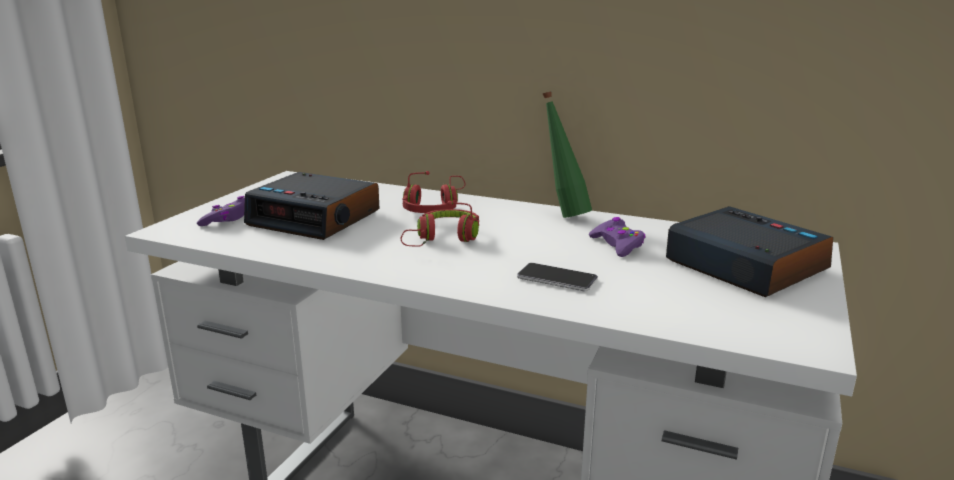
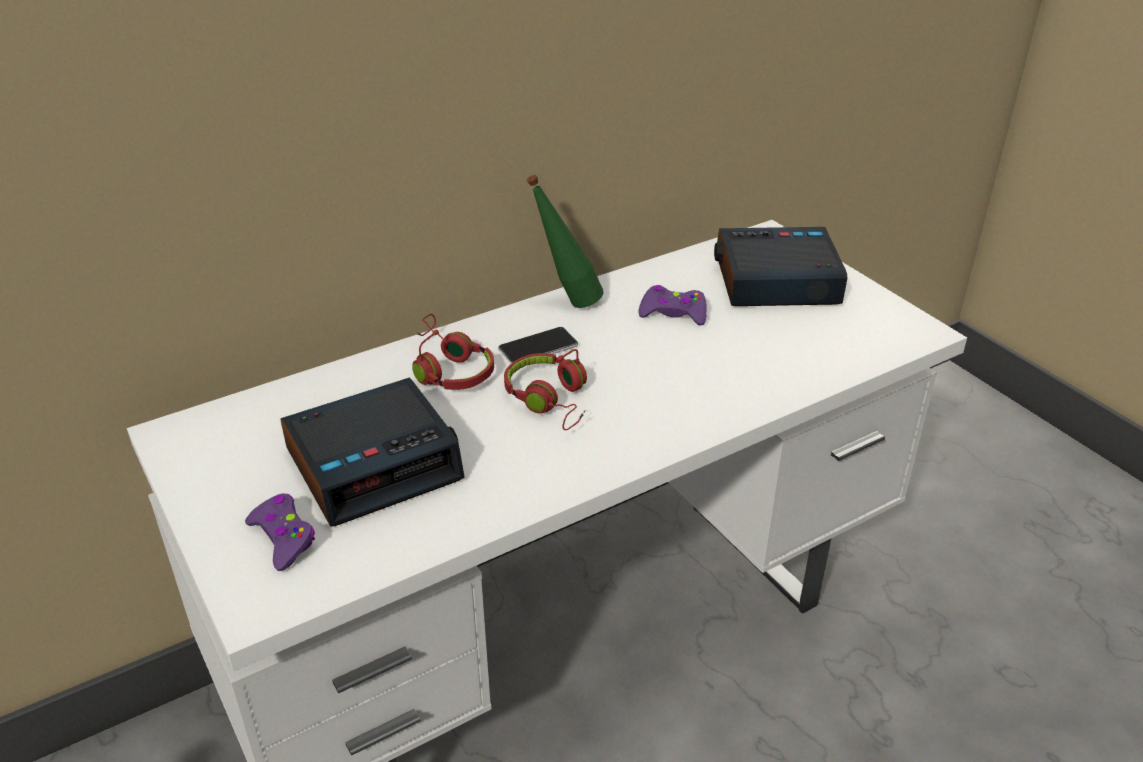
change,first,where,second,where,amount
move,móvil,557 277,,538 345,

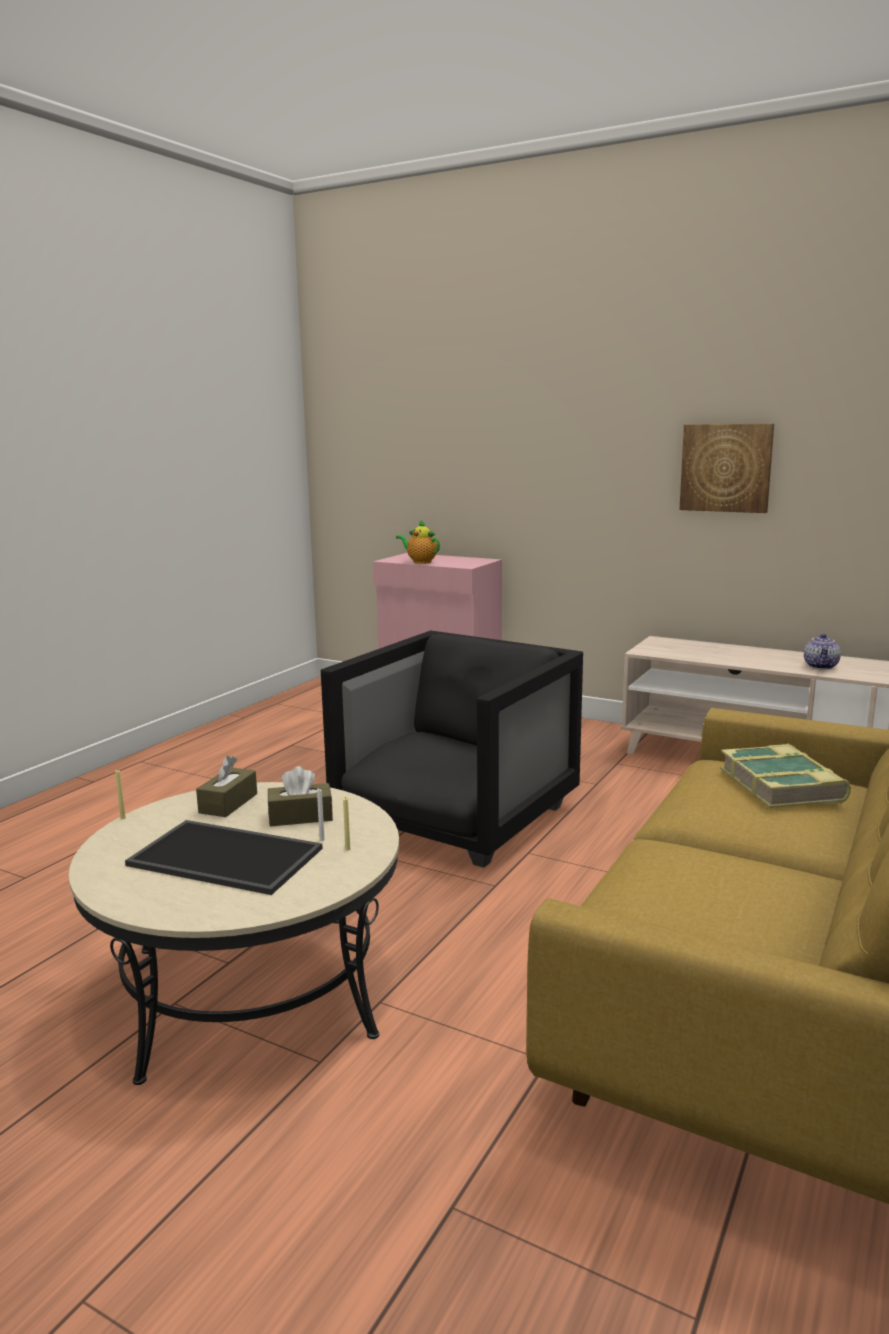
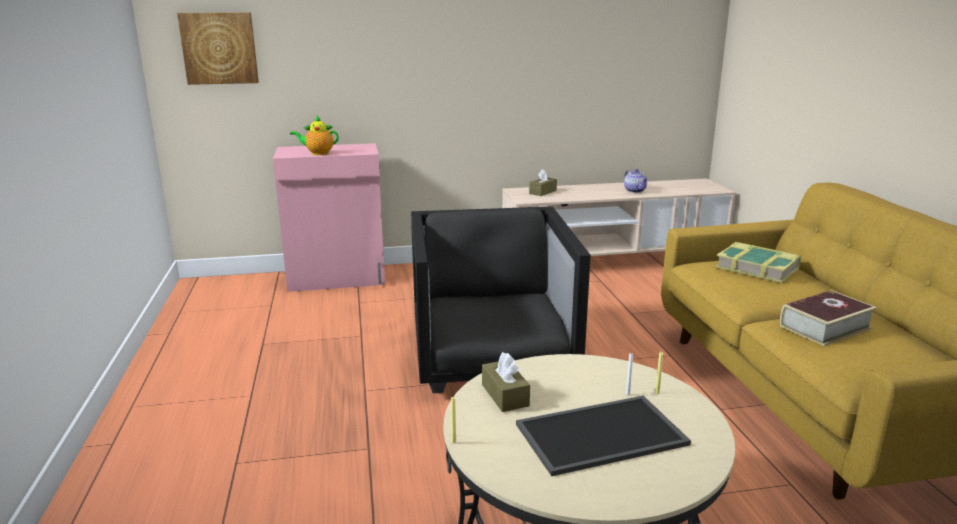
change,first,where,second,where,amount
insert,,,libro,828 318,
move,caja de pañuelos [marrón],300 796,,543 182,
move,cuadro,726 468,,218 48,

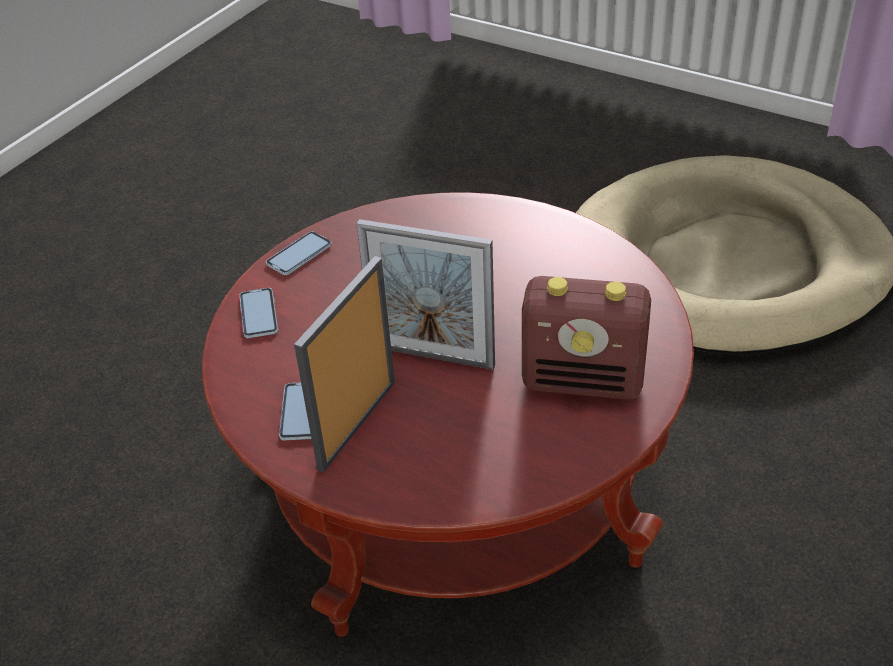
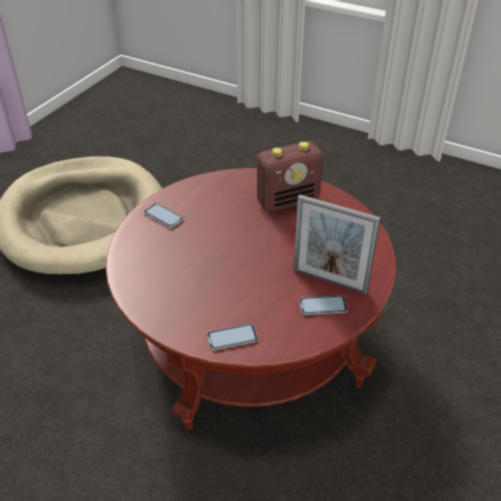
change,first,where,second,where,amount
delete,portarretratos,425 294,,,
move,móvil,299 253,,164 215,
rotate,radio,586 338,,290 176,60 degrees clockwise

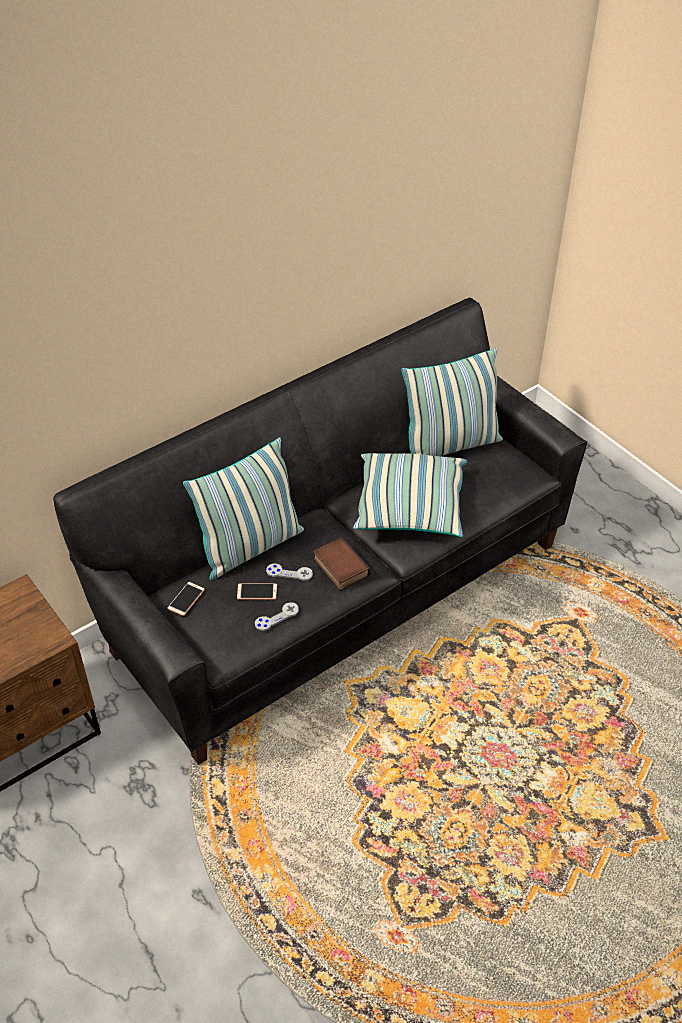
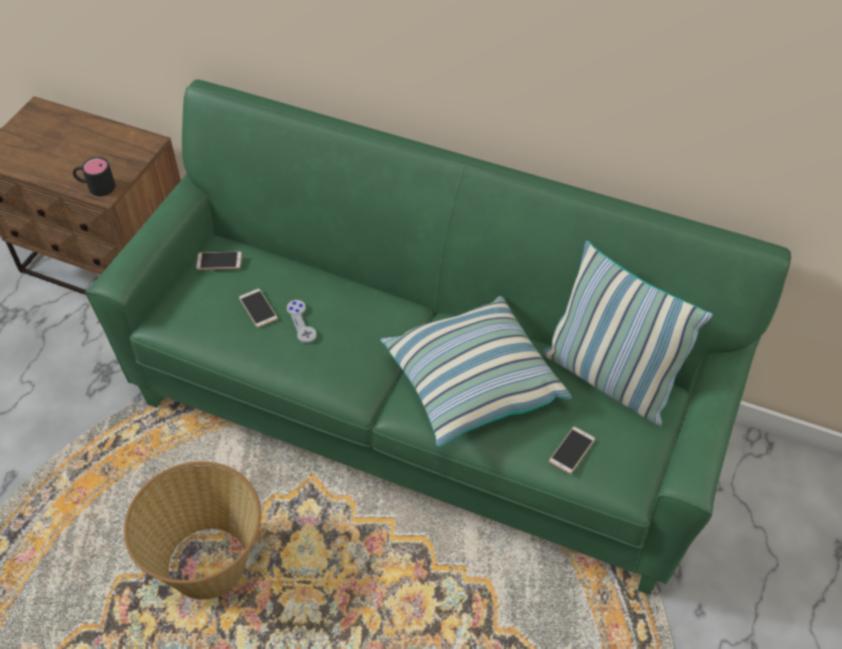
change,first,where,second,where,amount
delete,cojín,243 509,,,
delete,mando de consola [gris],277 616,,,
delete,libro,342 563,,,
insert,,,taza grande [negro],94 176,
insert,,,cesta,192 530,
insert,,,móvil,572 450,
recolor,sofá [negro],320 531,sofá [verde],438 337,

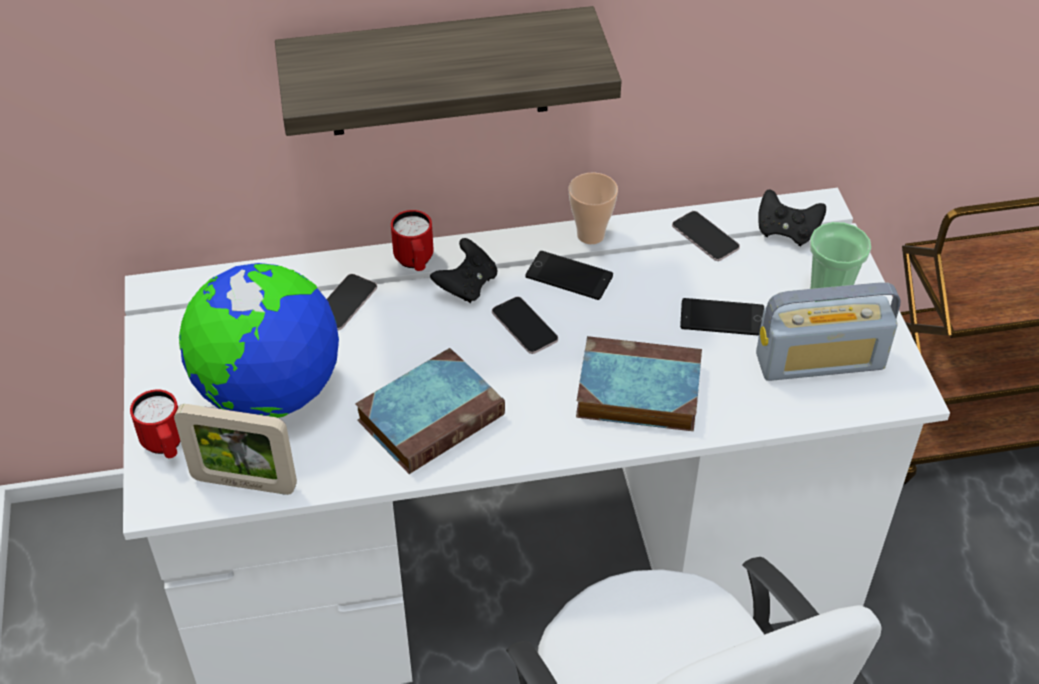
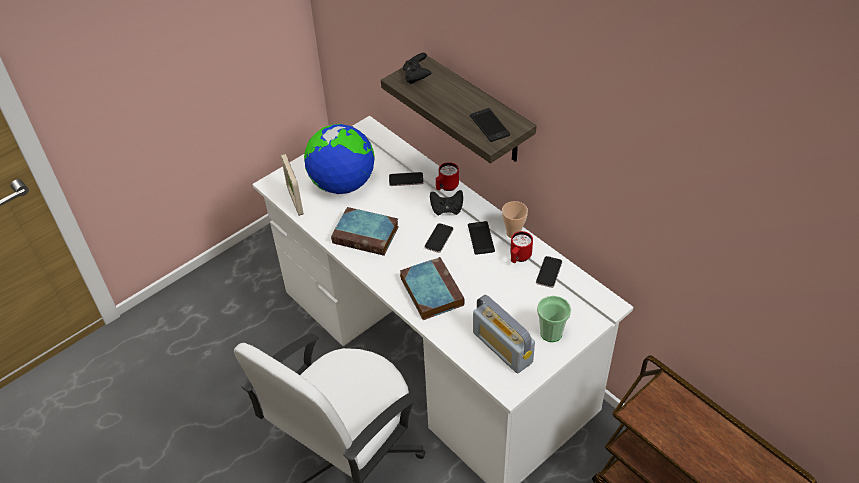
change,first,where,second,where,amount
move,taza grande [rojo],155 424,,521 247,
move,móvil,722 317,,490 125,
move,mando de consola [negro],792 217,,417 68,

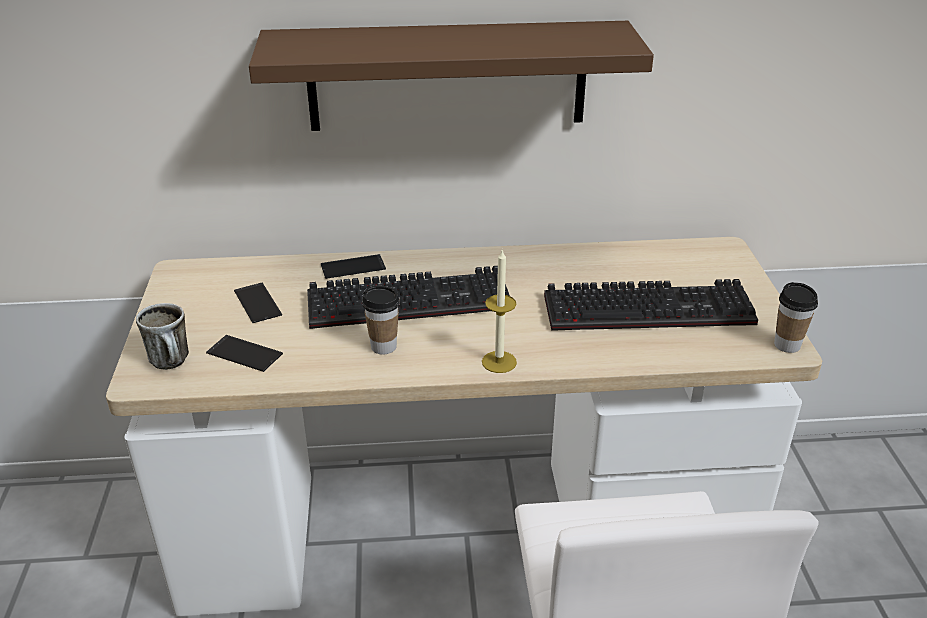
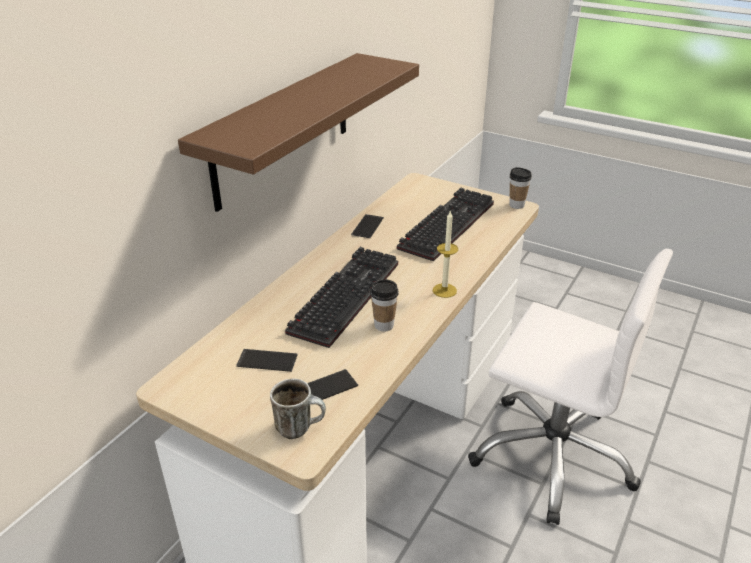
change,first,where,second,where,amount
move,móvil,353 266,,367 226,

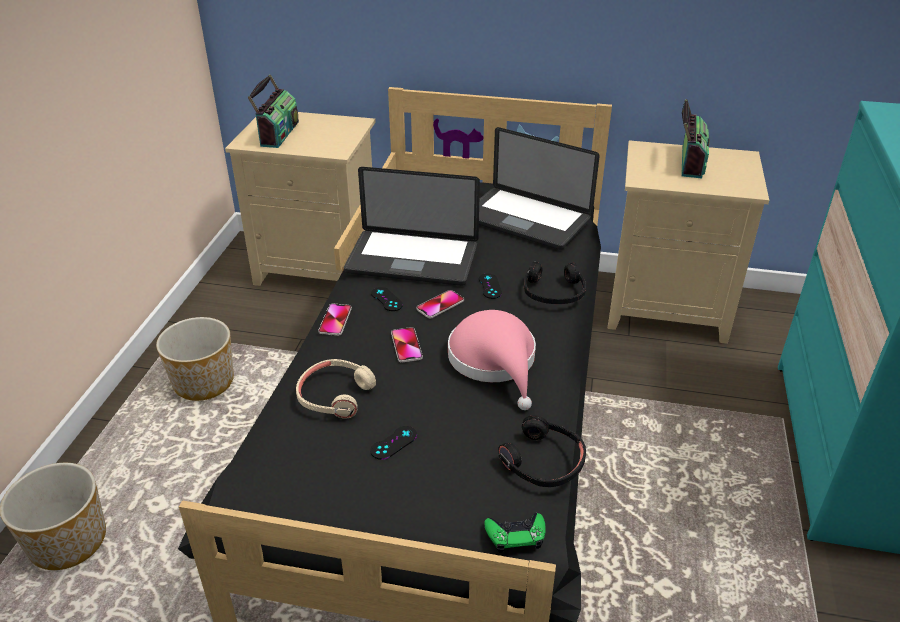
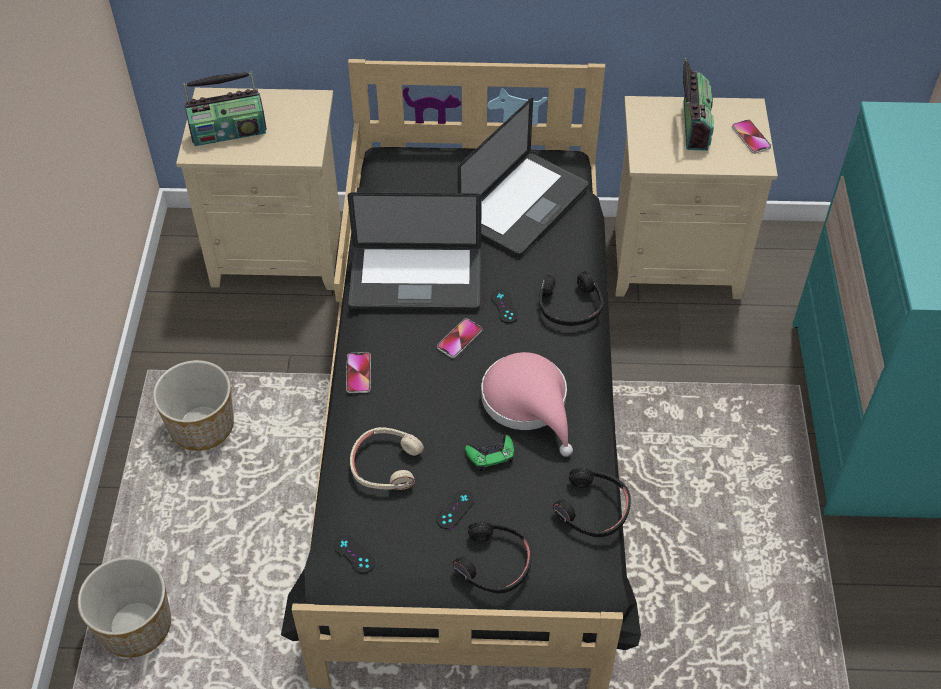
change,first,where,second,where,amount
insert,,,auriculares [negro],492 558,
move,mando de consola [negro],387 299,,354 554,
move,móvil,407 344,,751 137,
move,mando de consola [verde],515 533,,489 453,
rotate,radio,273 111,,224 108,75 degrees clockwise
rotate,portátil,539 188,,522 177,75 degrees counterclockwise

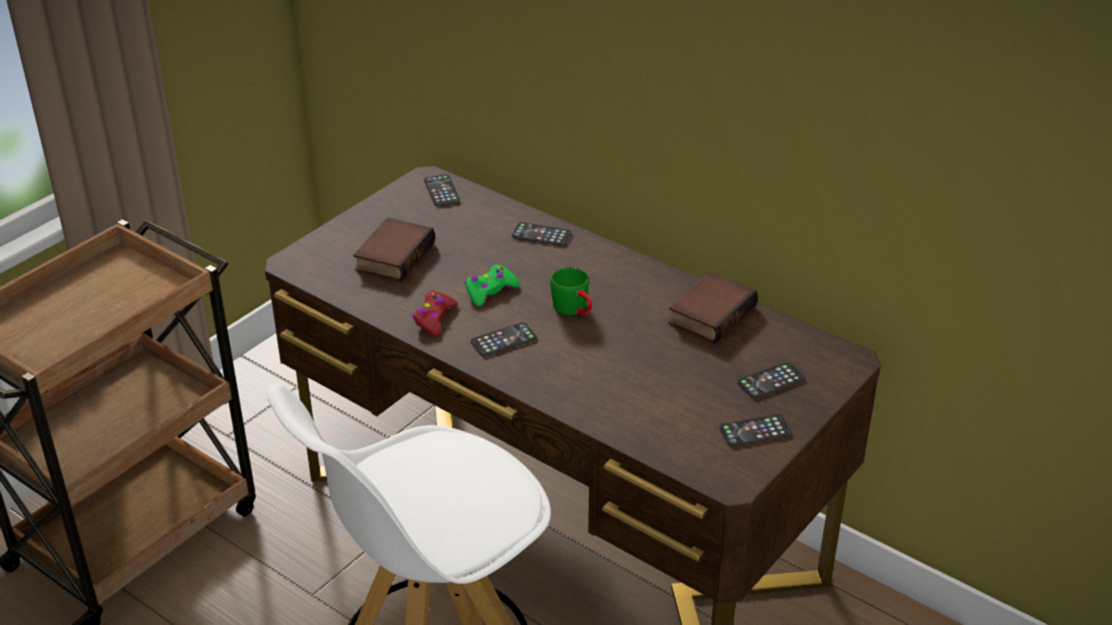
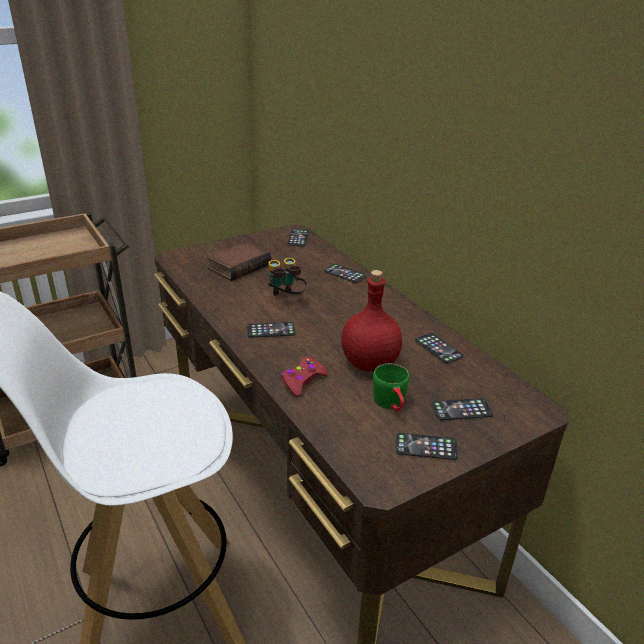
change,first,where,second,where,amount
insert,,,botella [rojo],371 321,
move,mando de consola [rojo],435 313,,304 377,
move,taza grande [verde],571 291,,391 387,
replace,mando de consola [verde],492 285,prismáticos,287 277,
replace,libro,713 308,móvil,439 348,

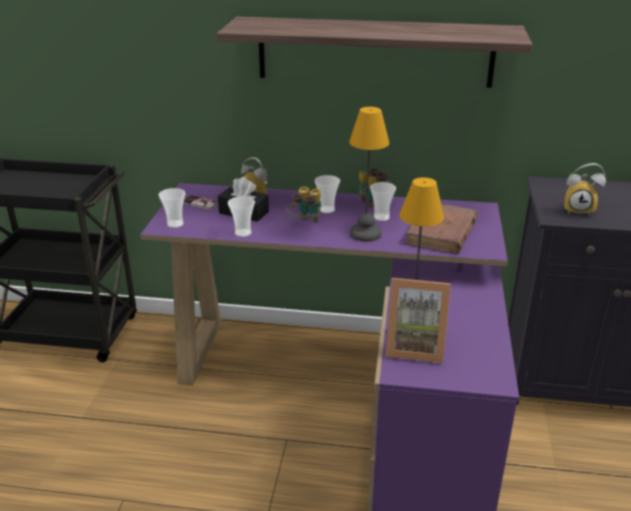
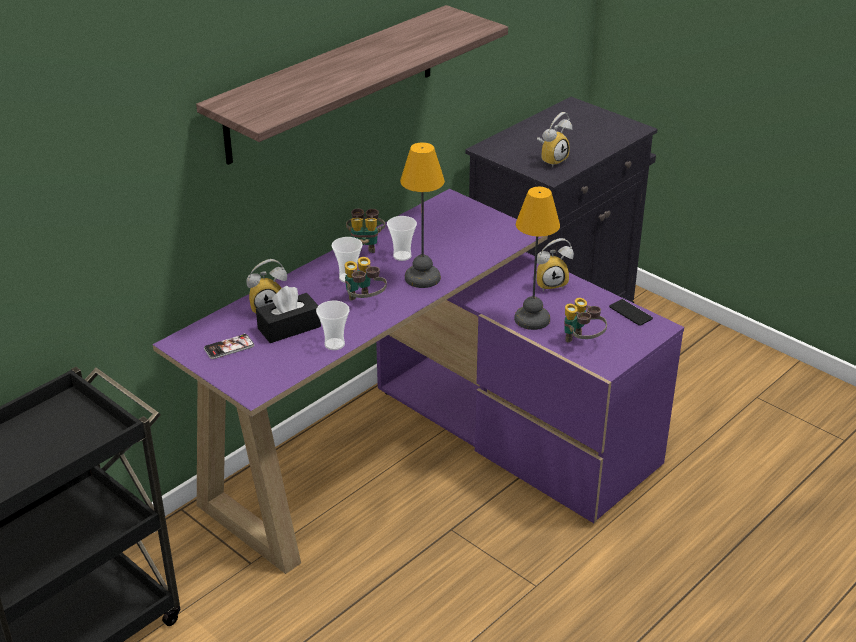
change,first,where,second,where,amount
delete,taza,172 208,,,
delete,libro [marrón],441 229,,,
insert,,,despertador,555 264,
insert,,,móvil,631 312,
replace,portarretratos,418 320,prismáticos,585 320,

